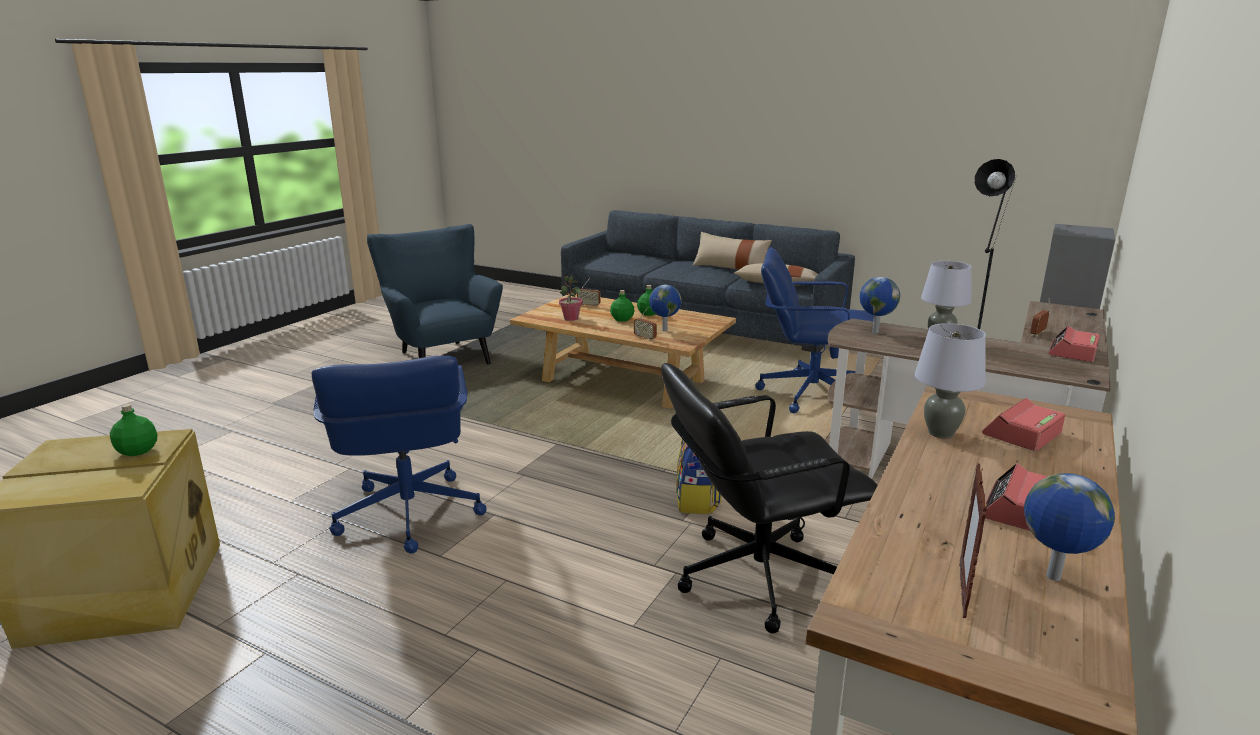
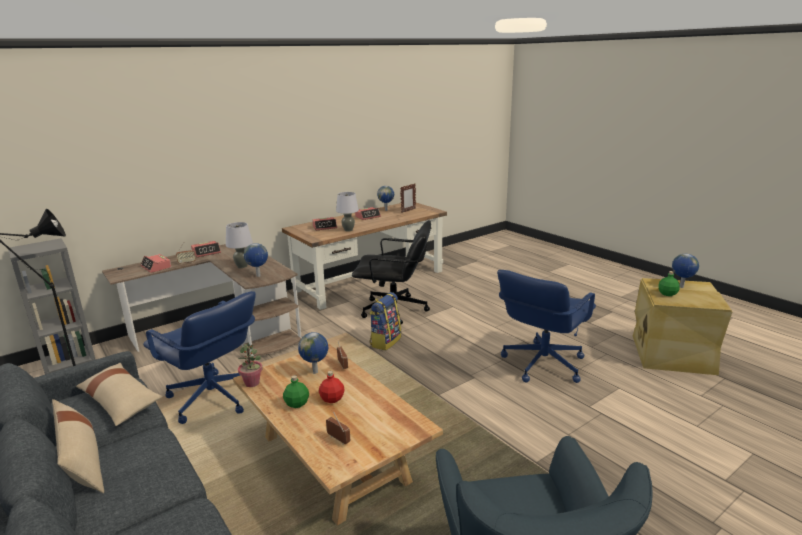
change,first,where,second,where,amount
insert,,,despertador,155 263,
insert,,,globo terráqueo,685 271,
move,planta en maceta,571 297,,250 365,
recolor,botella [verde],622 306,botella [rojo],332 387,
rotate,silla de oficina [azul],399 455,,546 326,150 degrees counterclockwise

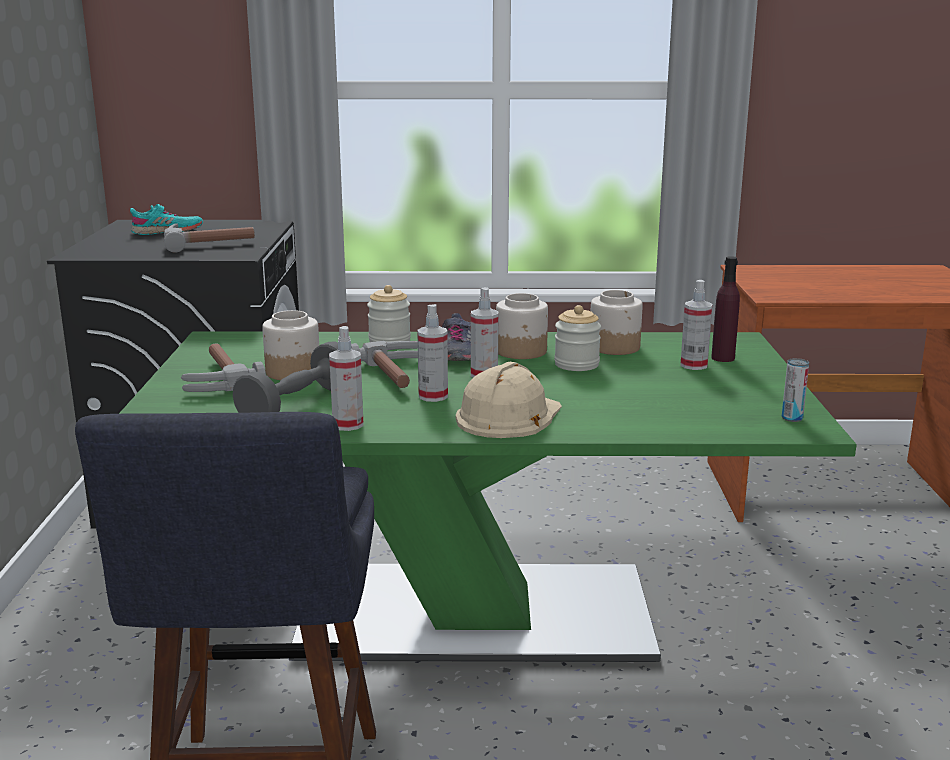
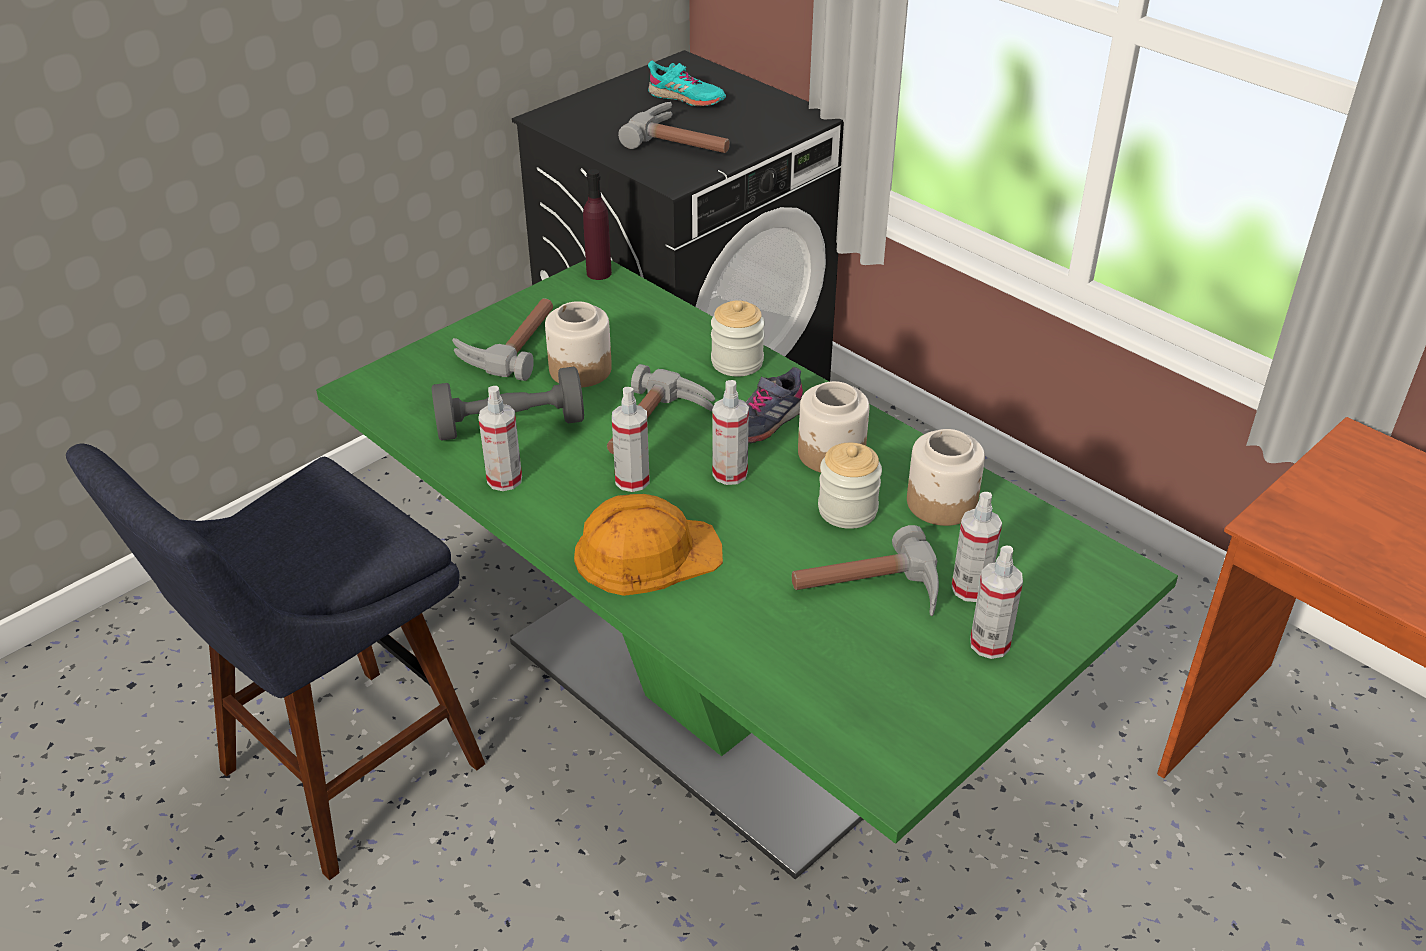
change,first,where,second,where,amount
delete,lata,795 390,,,
insert,,,martillo,865 570,
insert,,,pulverizador,996 602,
move,botella [morado],725 309,,597 224,
recolor,casco [beis],509 400,casco [naranja],648 545,

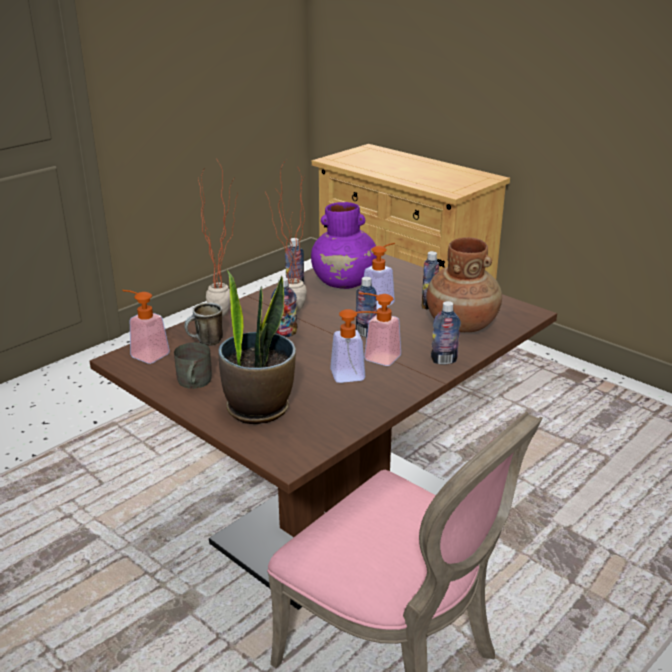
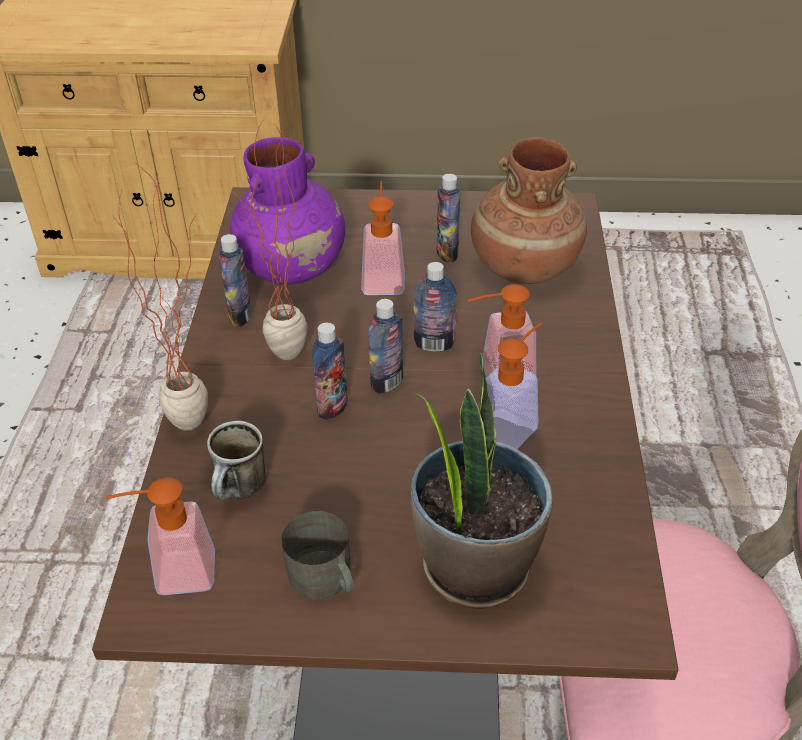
change,first,where,second,where,amount
move,botella,446 333,,385 346,

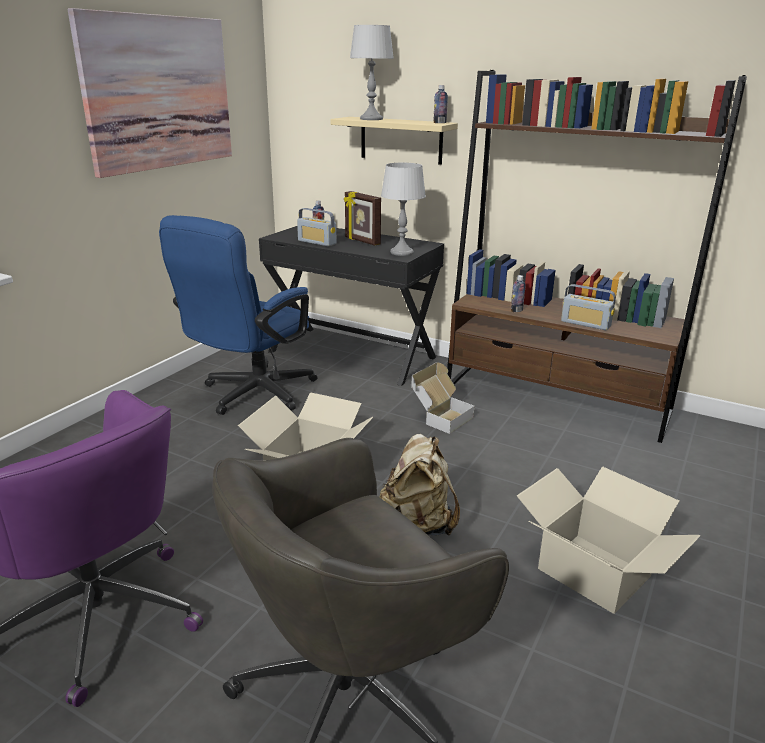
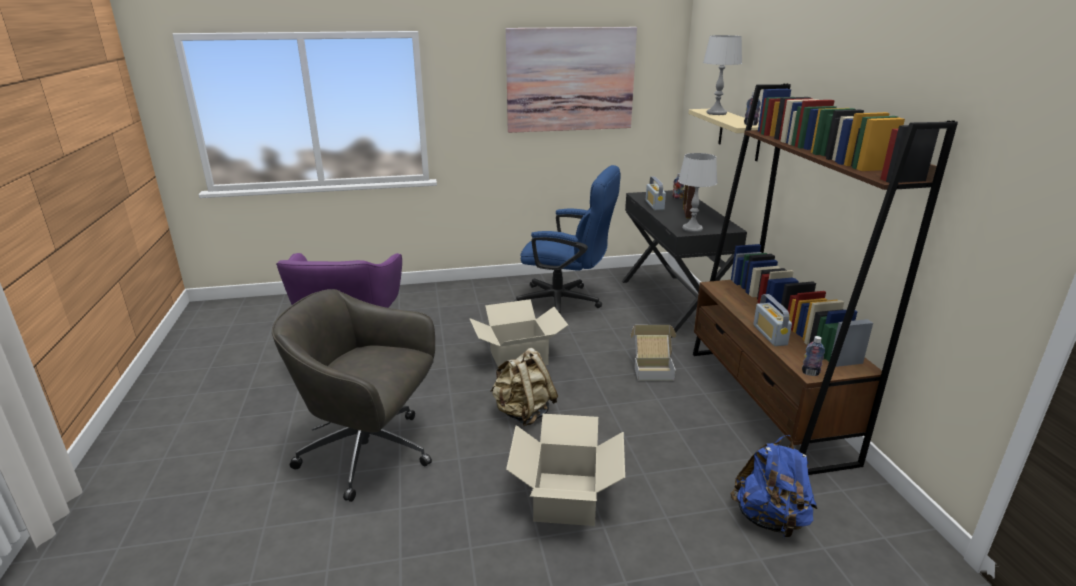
change,first,where,second,where,amount
insert,,,mochila [azul],773 487,
move,botella,518 293,,813 356,
rotate,silla de oficina [azul],238 315,,567 240,150 degrees counterclockwise

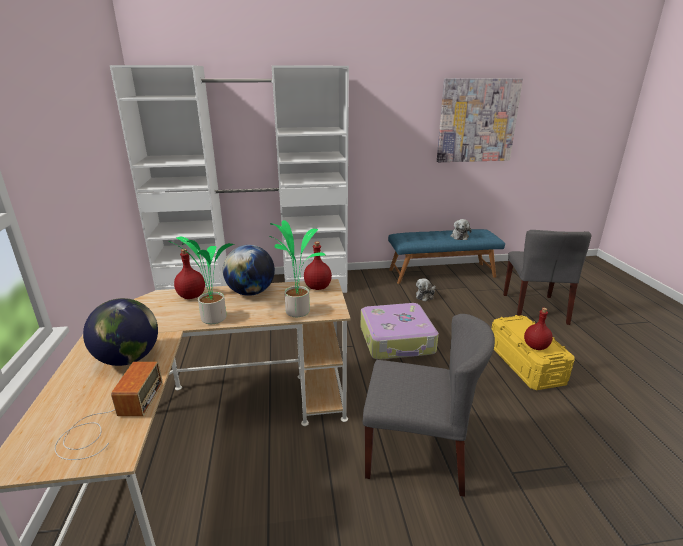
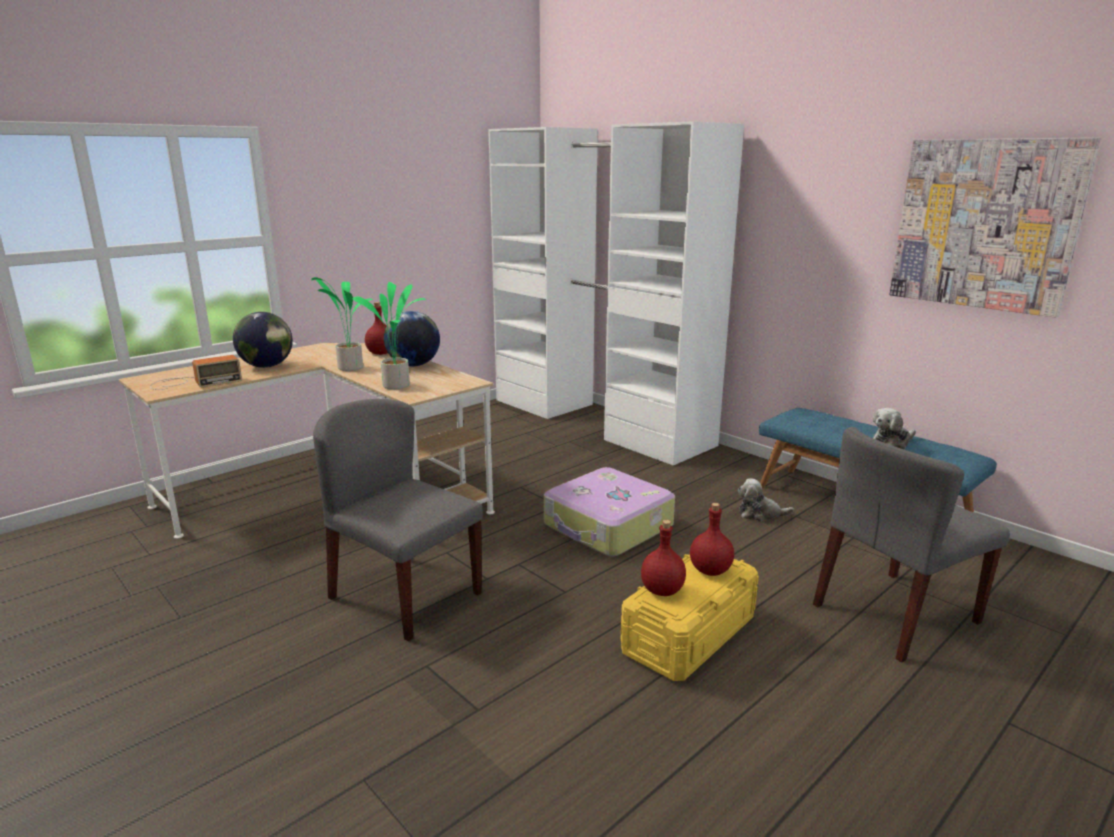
change,first,where,second,where,amount
move,botella [rojo],318 266,,712 539,
rotate,silla [gris],429 405,,398 520,150 degrees clockwise

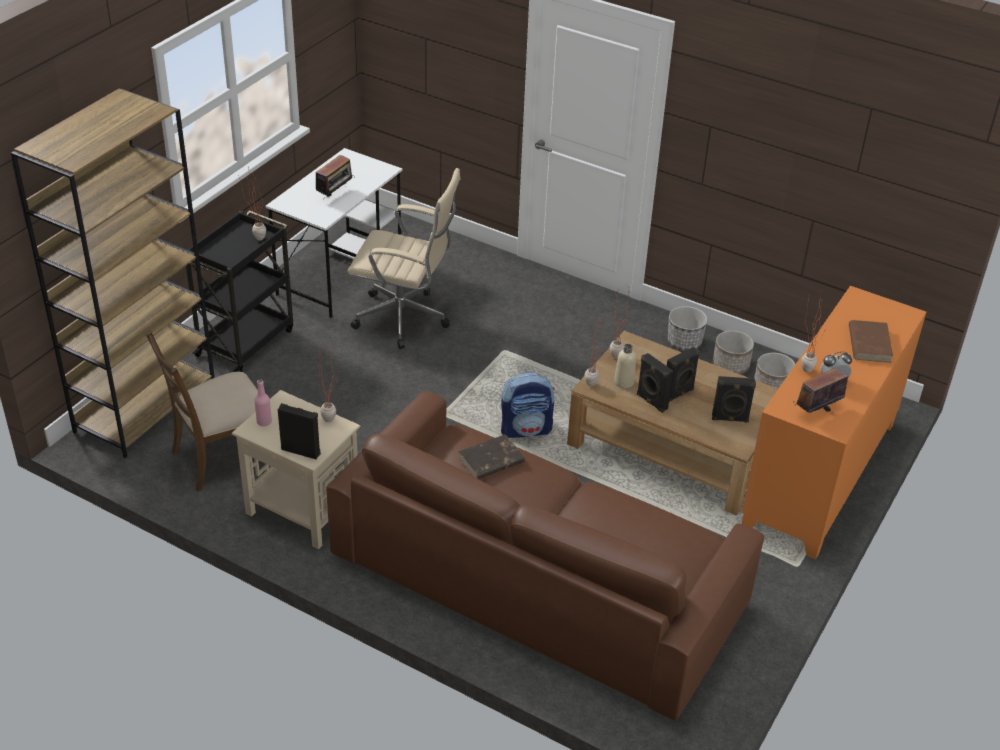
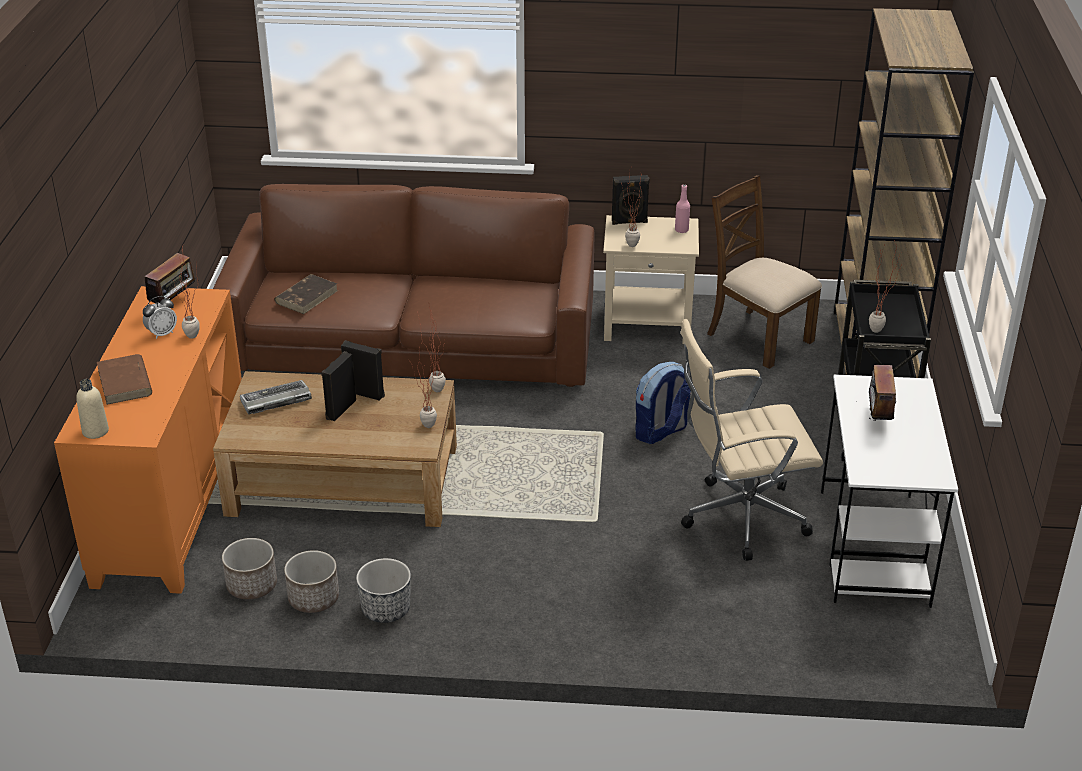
change,first,where,second,where,amount
move,libro [marrón],491 456,,306 294,
move,mochila,528 405,,663 403,
move,botella [beis],625 366,,92 409,
replace,altavoz [negro],734 399,teclado,276 397,
rotate,silla [marrón],208 411,,764 272,75 degrees counterclockwise

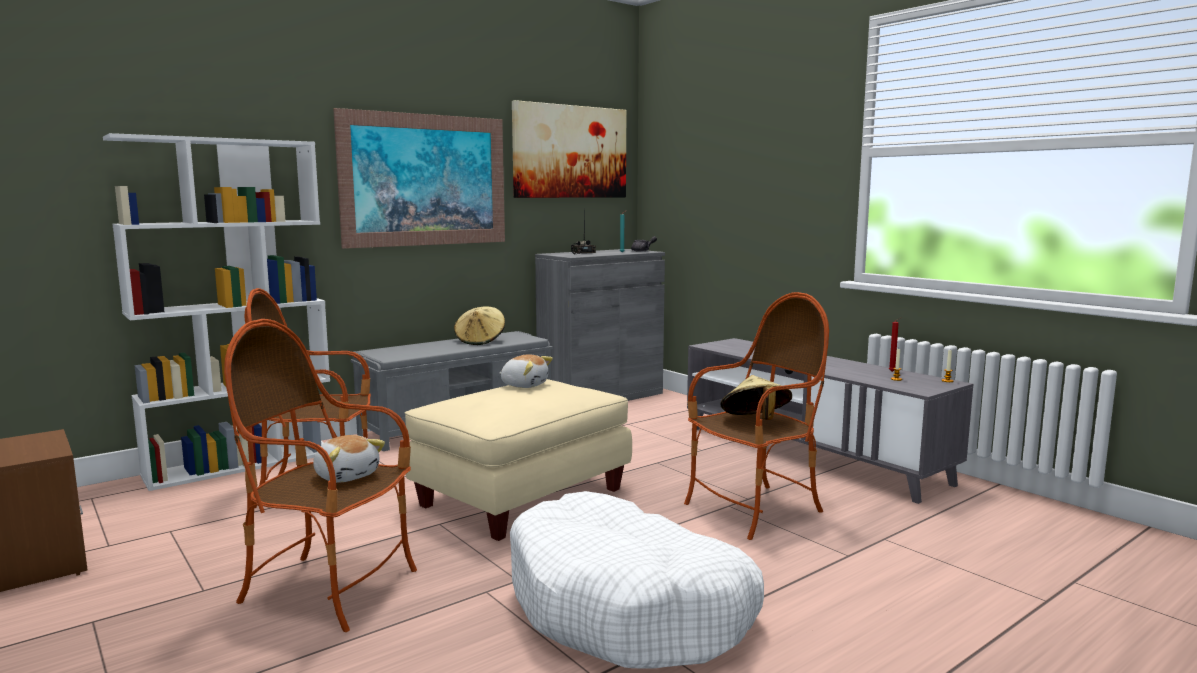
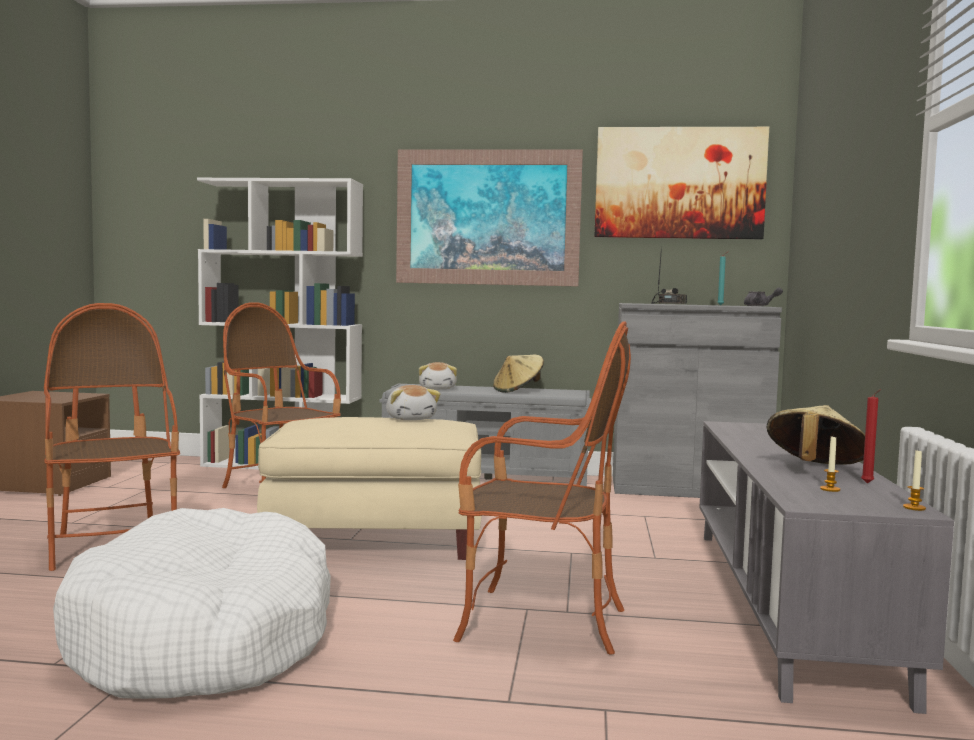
change,first,where,second,where,amount
move,peluche,349 458,,438 375,
move,sombrero [beis],756 397,,815 435,

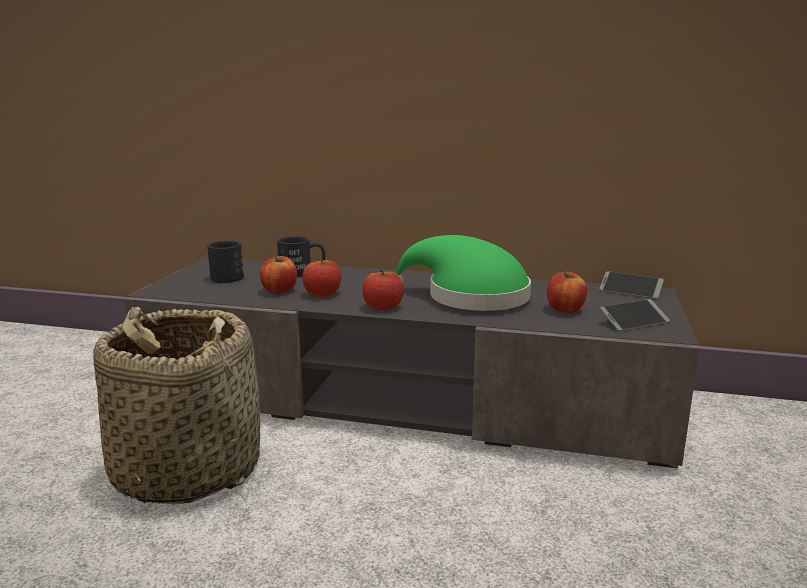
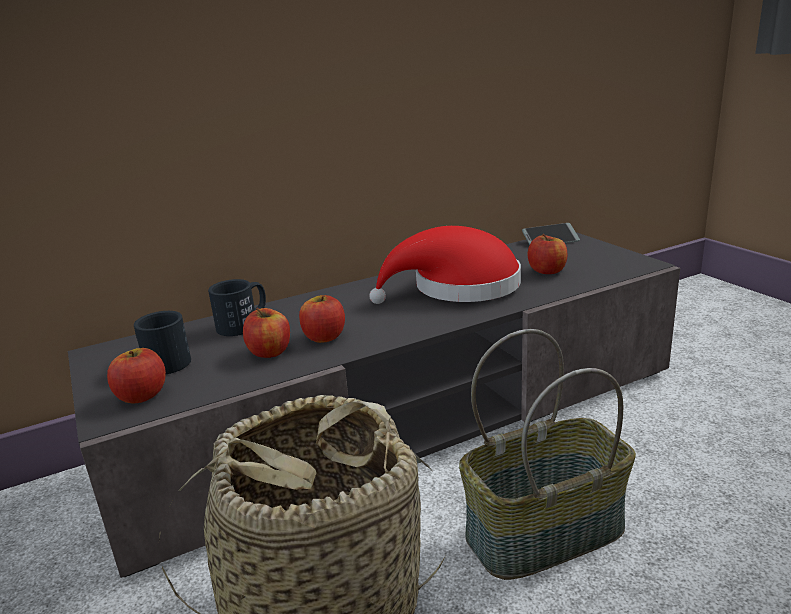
change,first,where,second,where,amount
delete,móvil,635 315,,,
insert,,,cesta,547 454,
move,manzana,383 290,,136 375,
recolor,sombrero [verde],463 273,sombrero [rojo],445 265,

